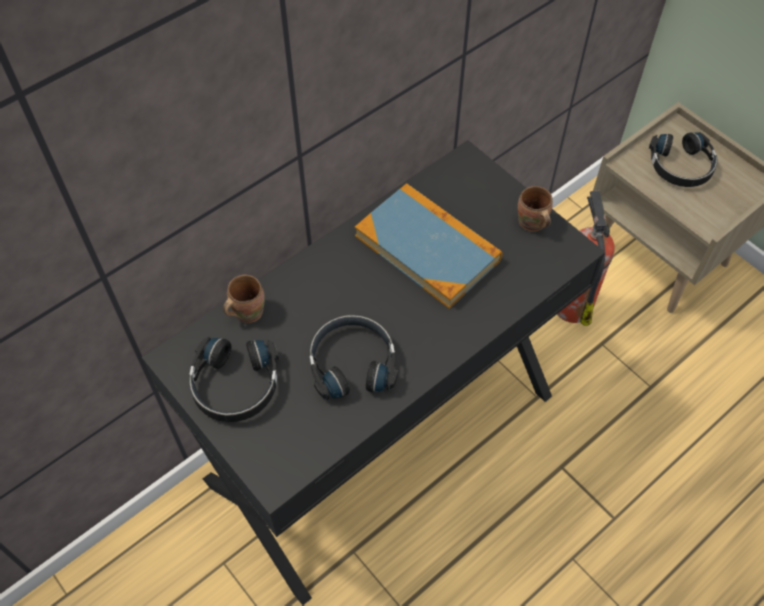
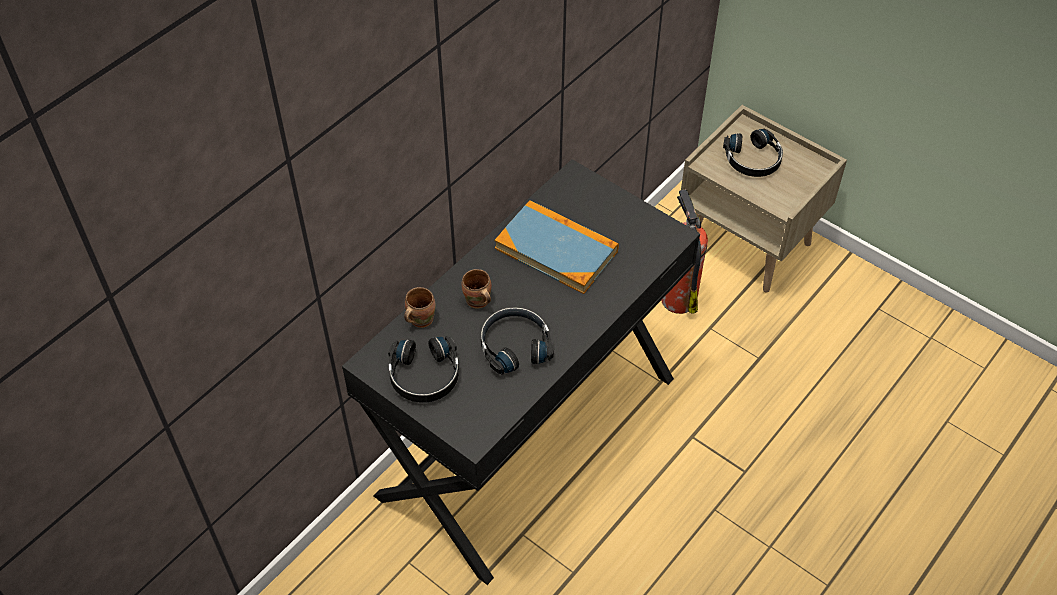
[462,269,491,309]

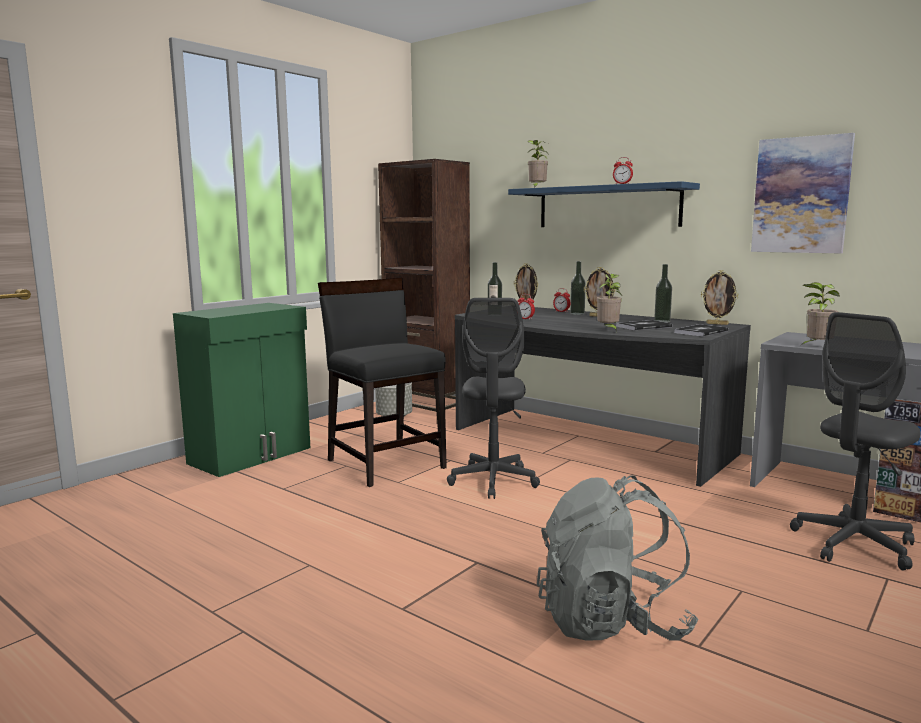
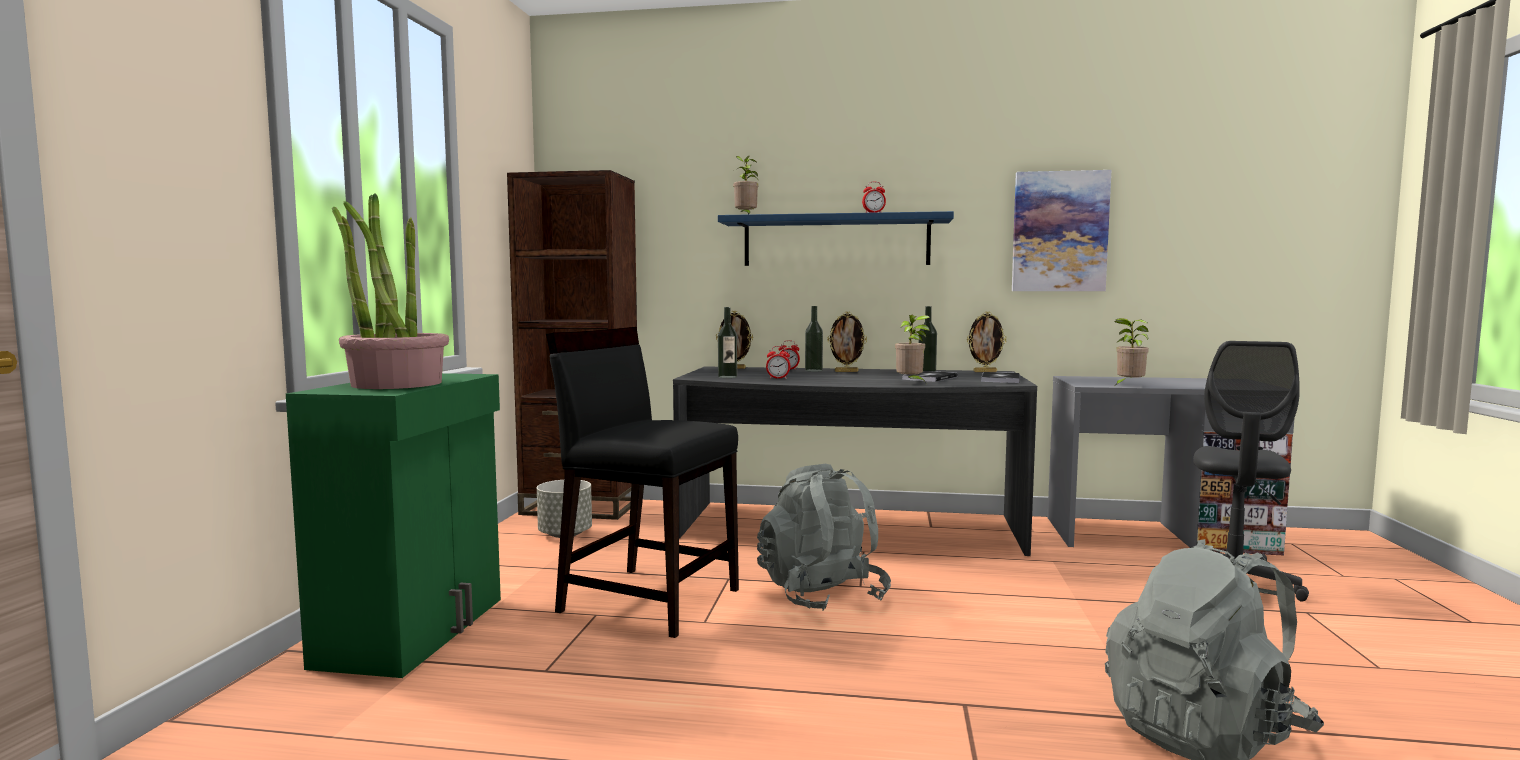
[332,194,449,389]
[757,464,891,611]

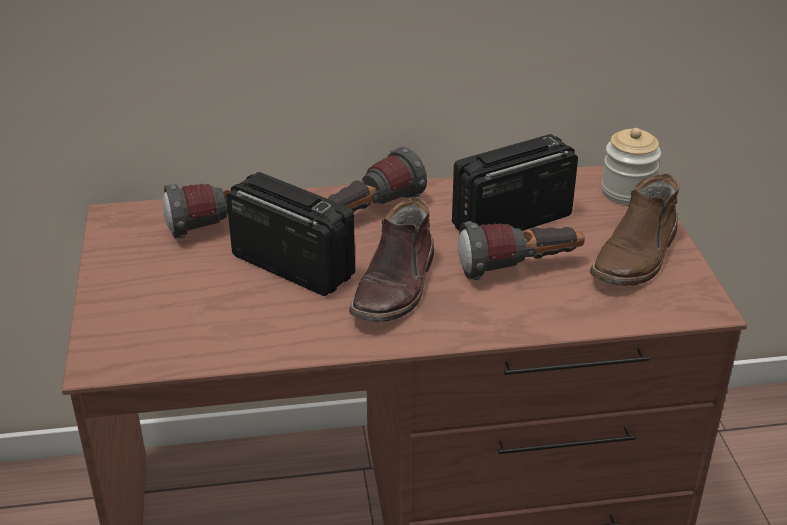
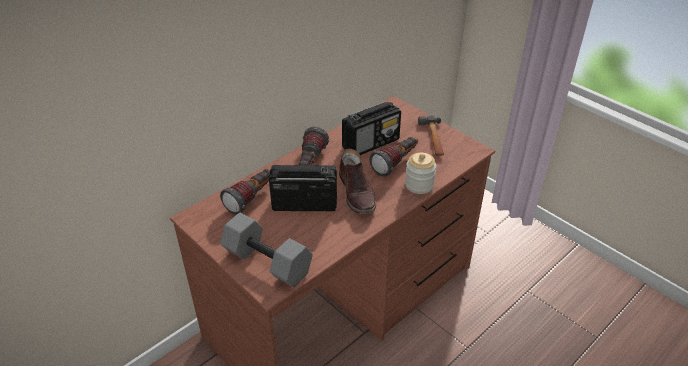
[221,213,313,287]
[405,153,436,194]
[418,116,444,156]
[342,102,401,155]

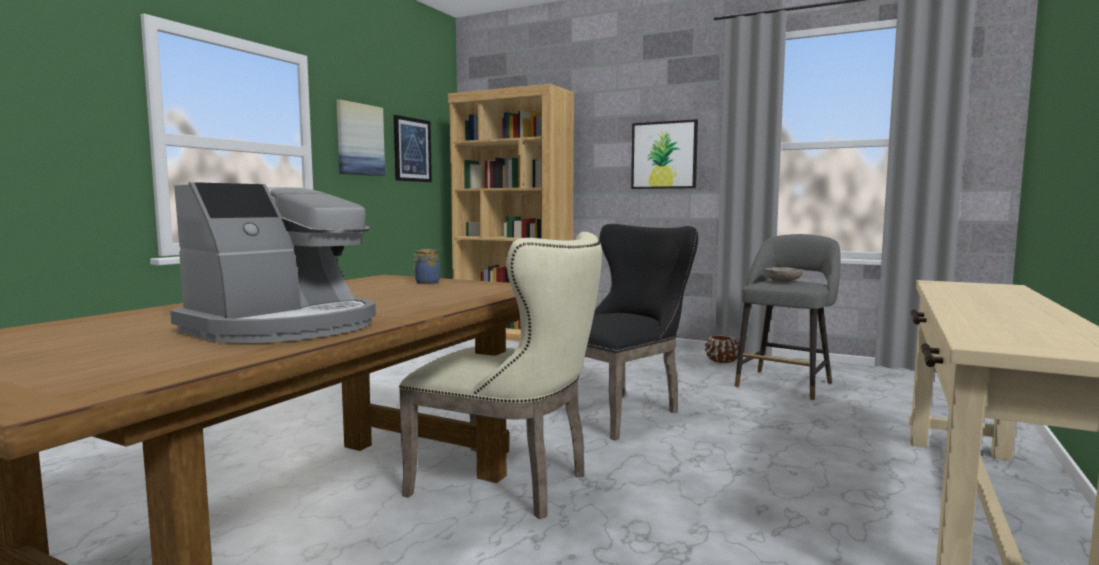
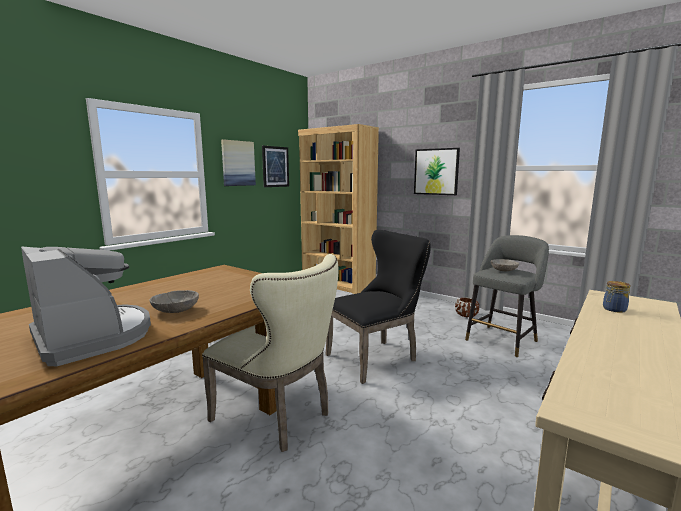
[150,290,199,313]
[603,281,631,313]
[21,247,151,366]

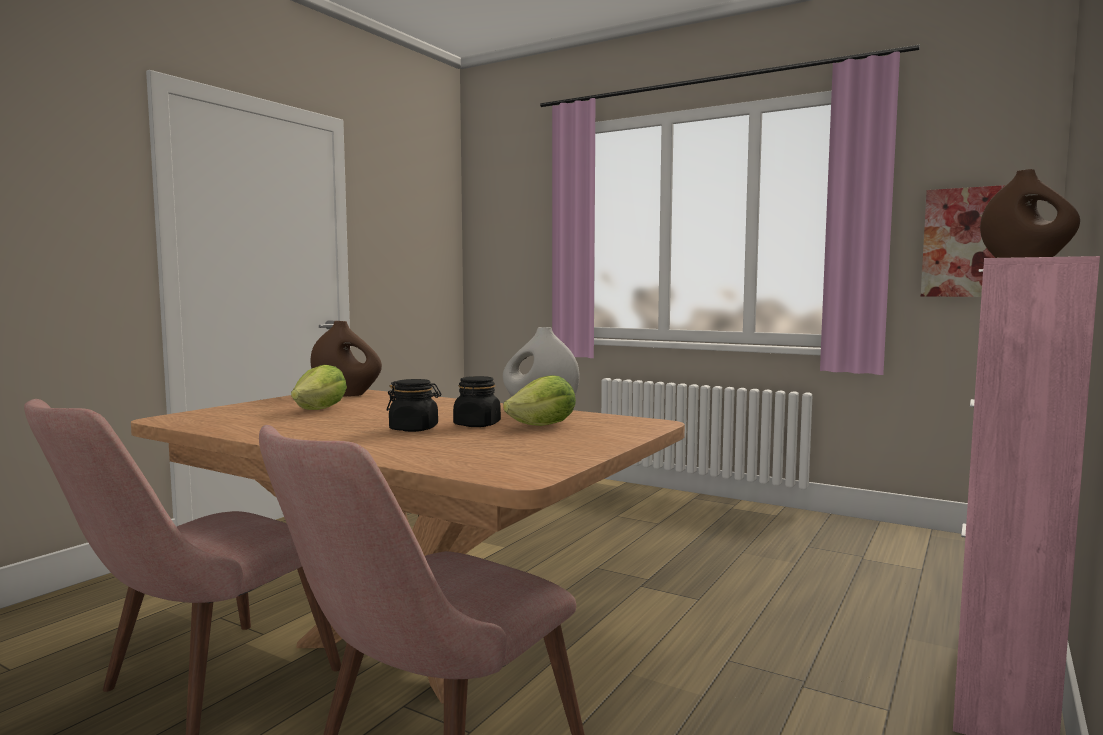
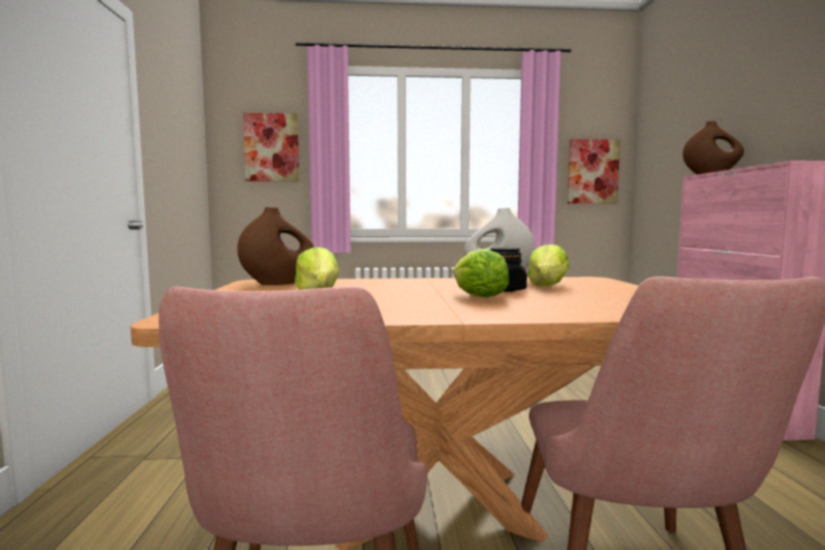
[243,113,300,181]
[453,249,509,298]

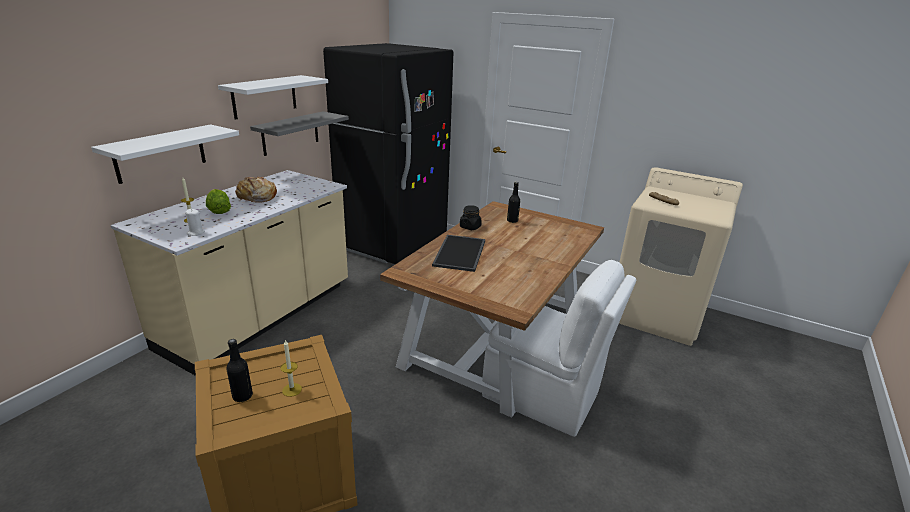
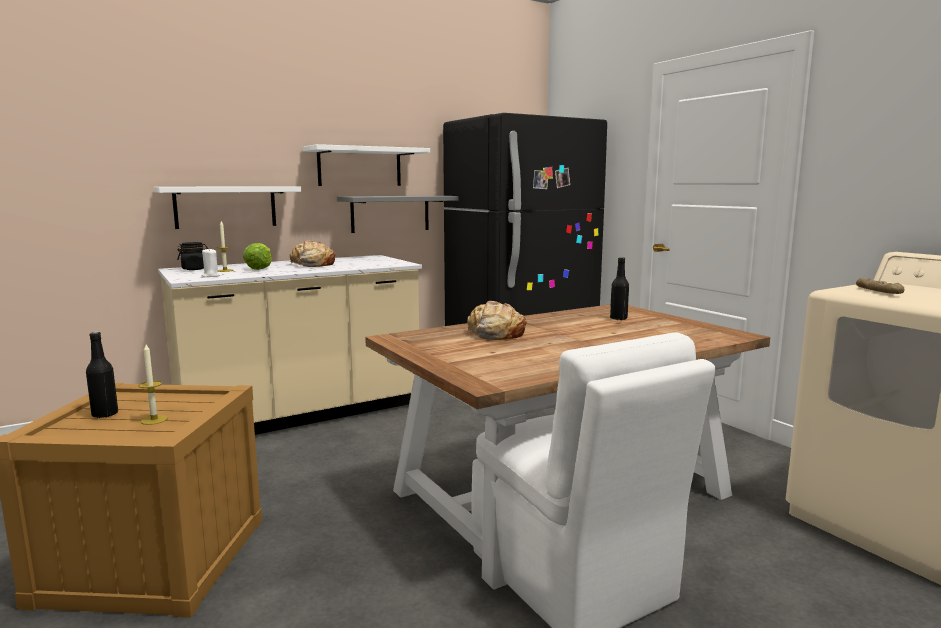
[177,242,208,270]
[467,301,527,340]

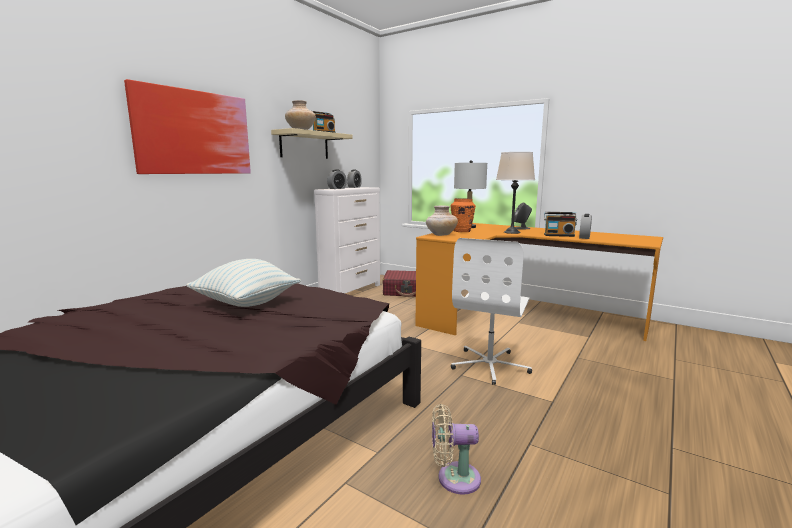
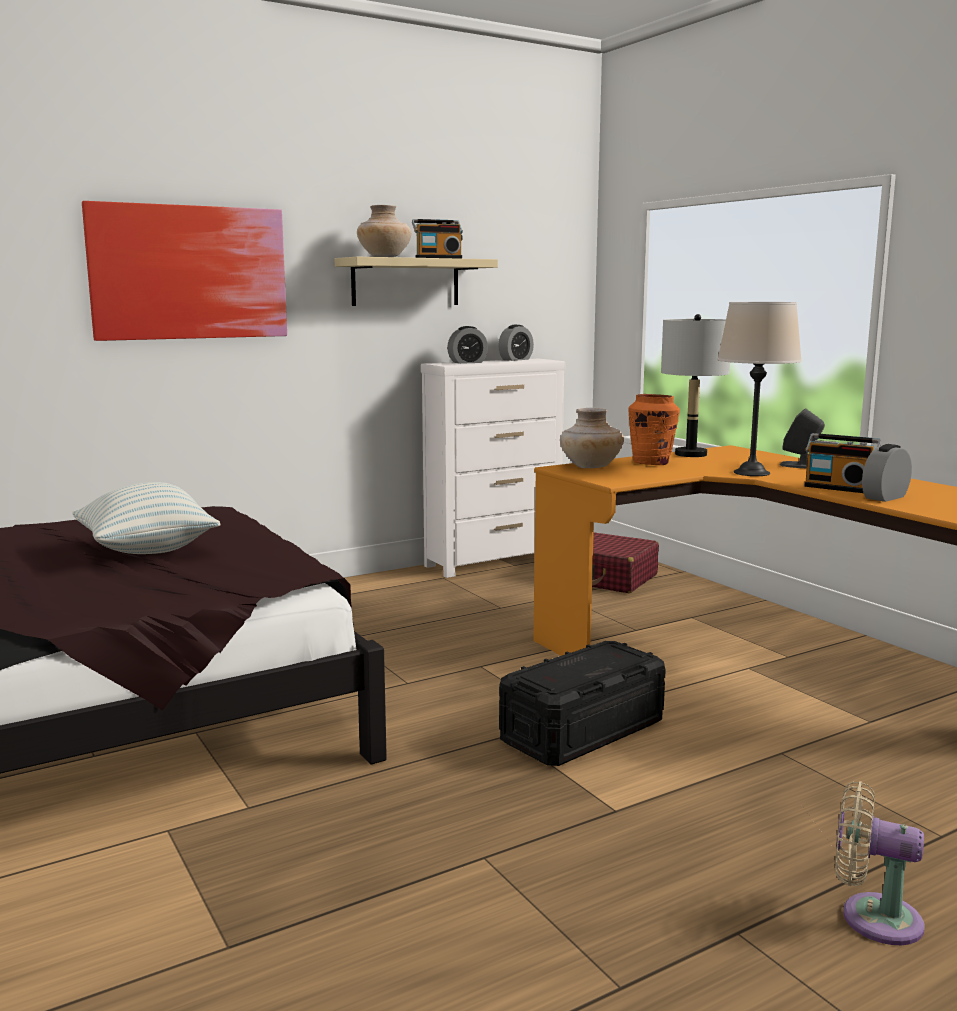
[835,781,925,945]
[499,641,666,766]

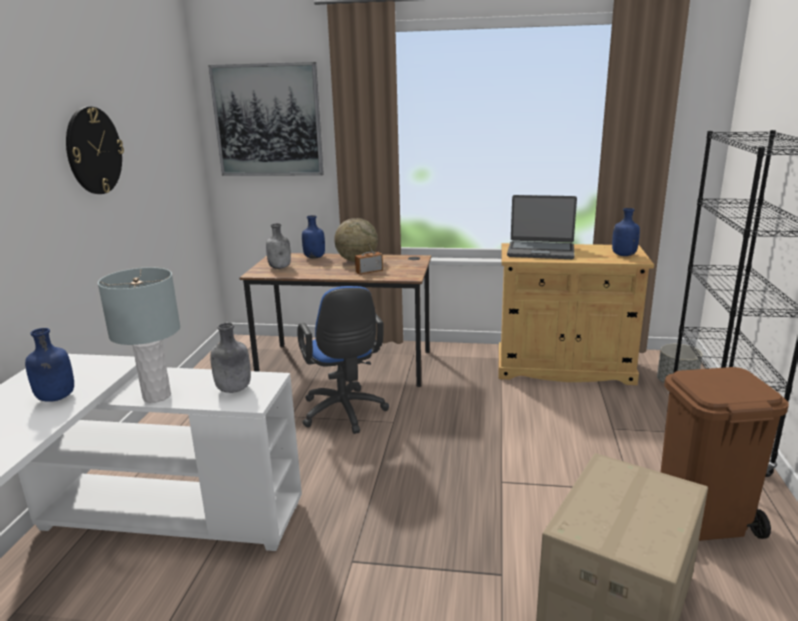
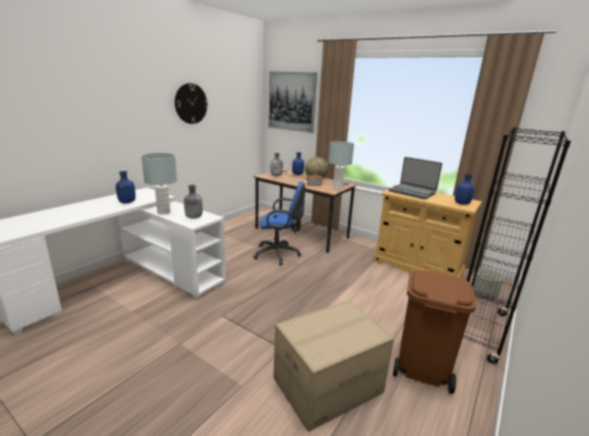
[329,141,354,189]
[253,181,306,265]

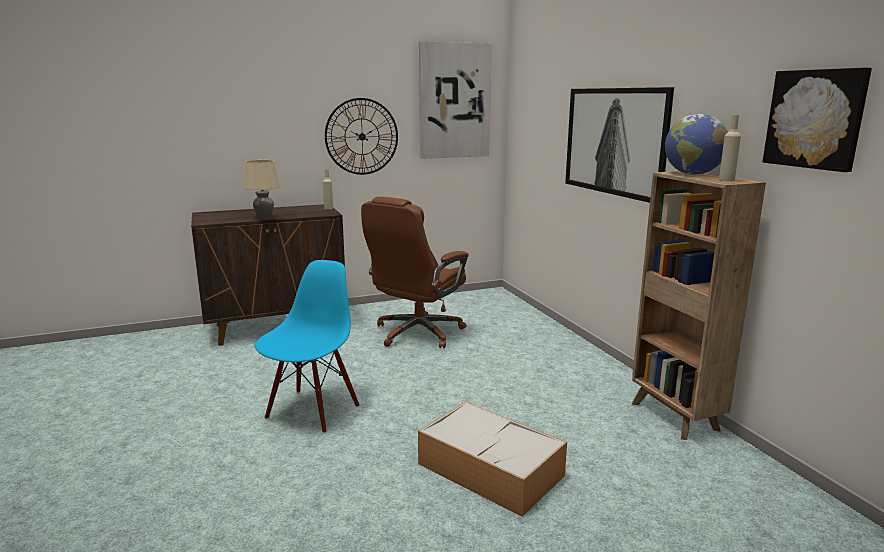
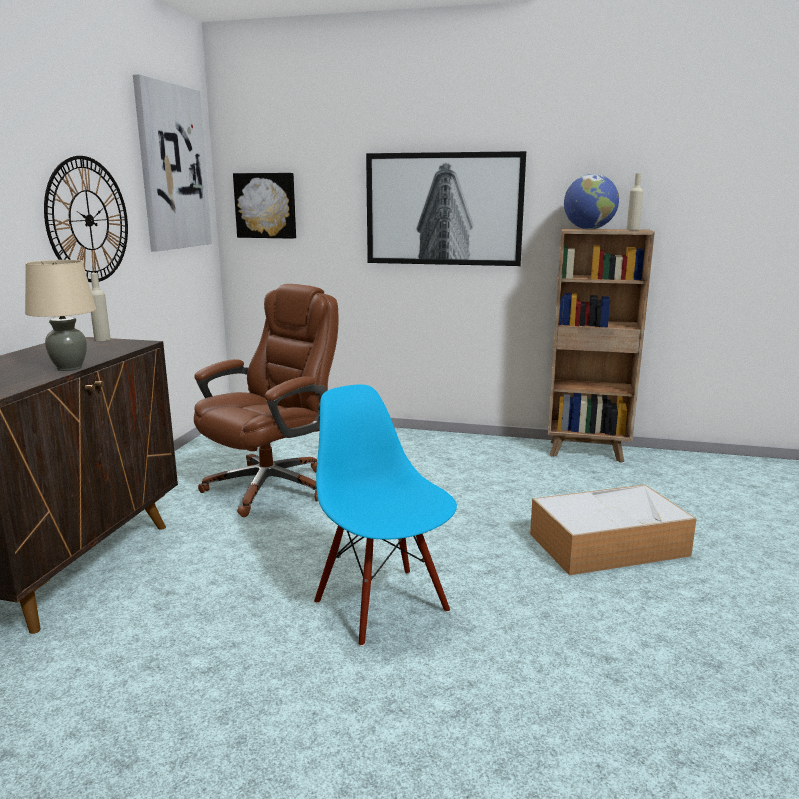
[233,173,296,239]
[194,284,338,517]

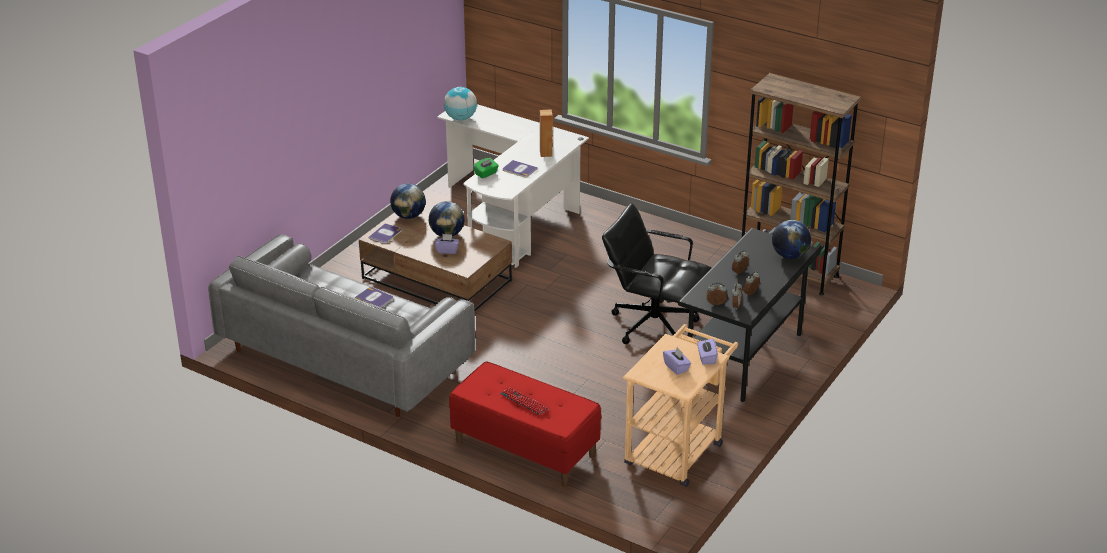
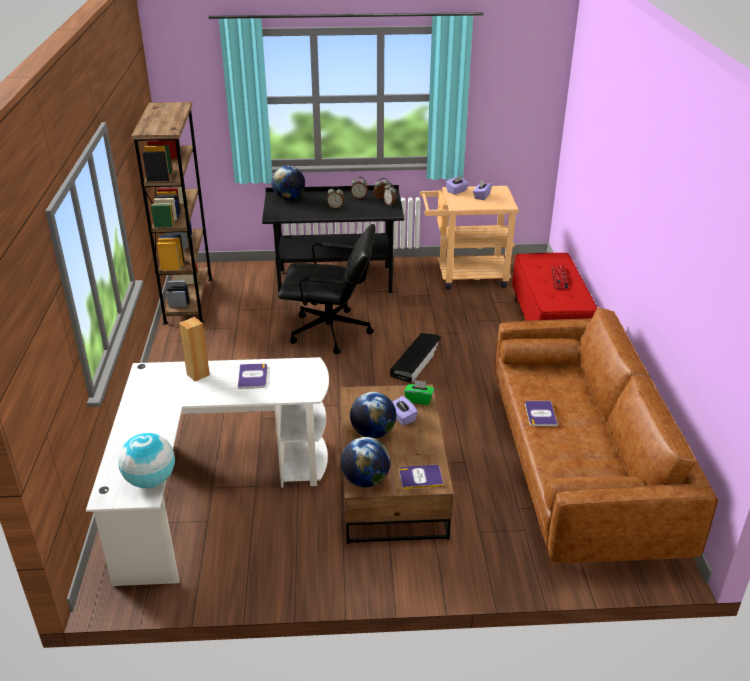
[390,333,442,383]
[404,380,434,405]
[494,307,718,564]
[278,224,376,354]

